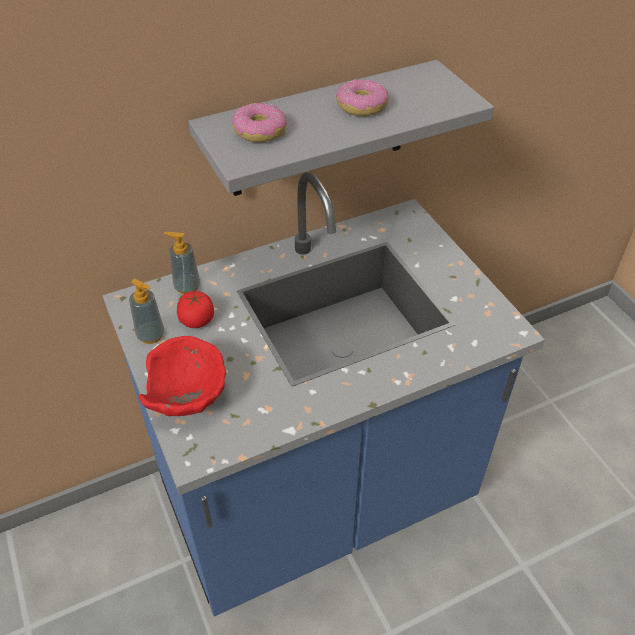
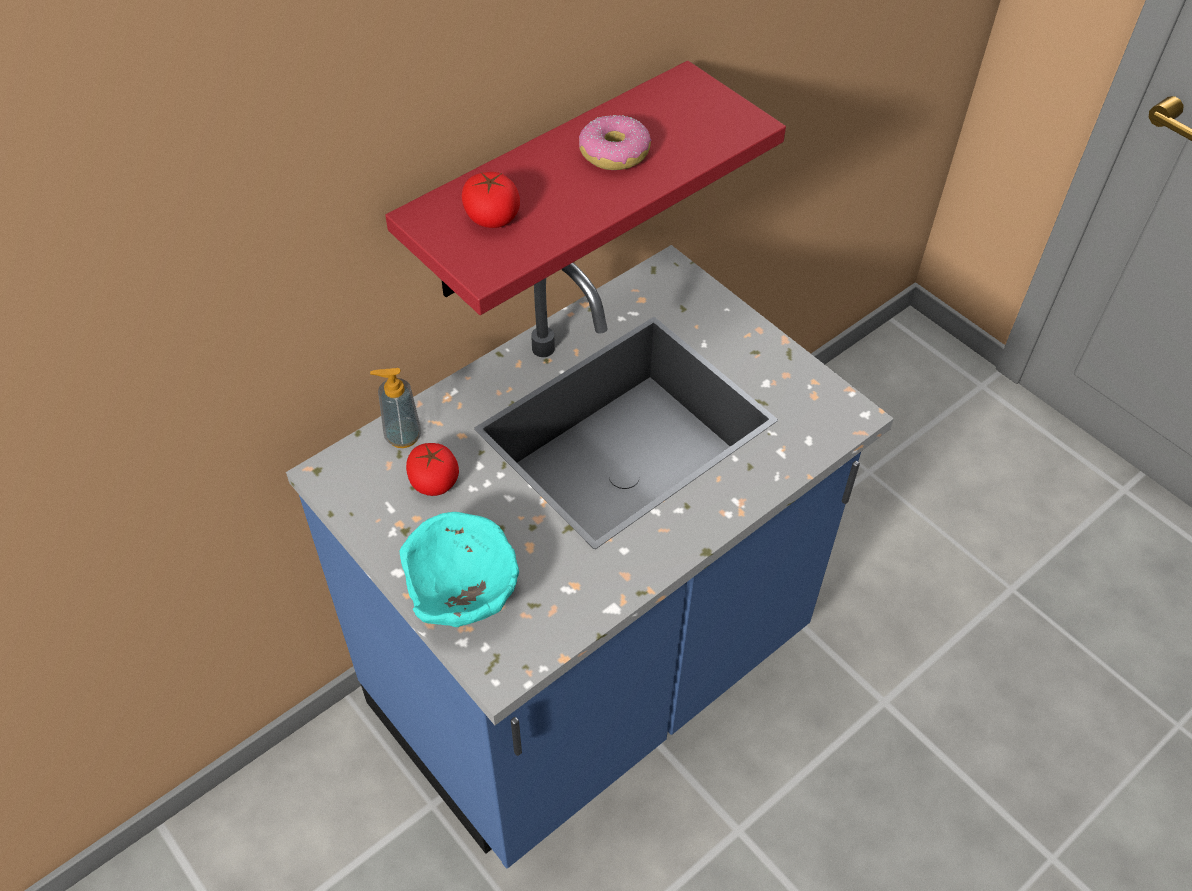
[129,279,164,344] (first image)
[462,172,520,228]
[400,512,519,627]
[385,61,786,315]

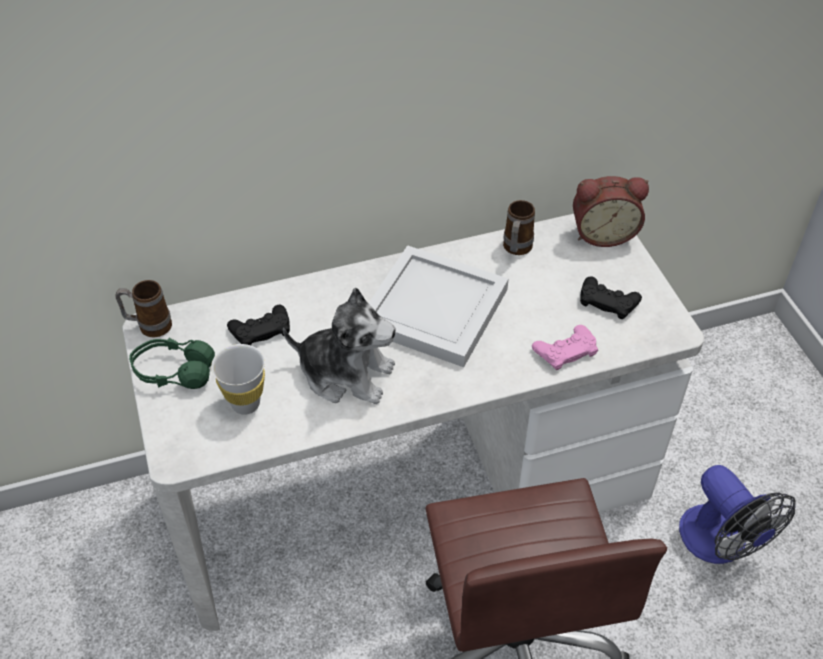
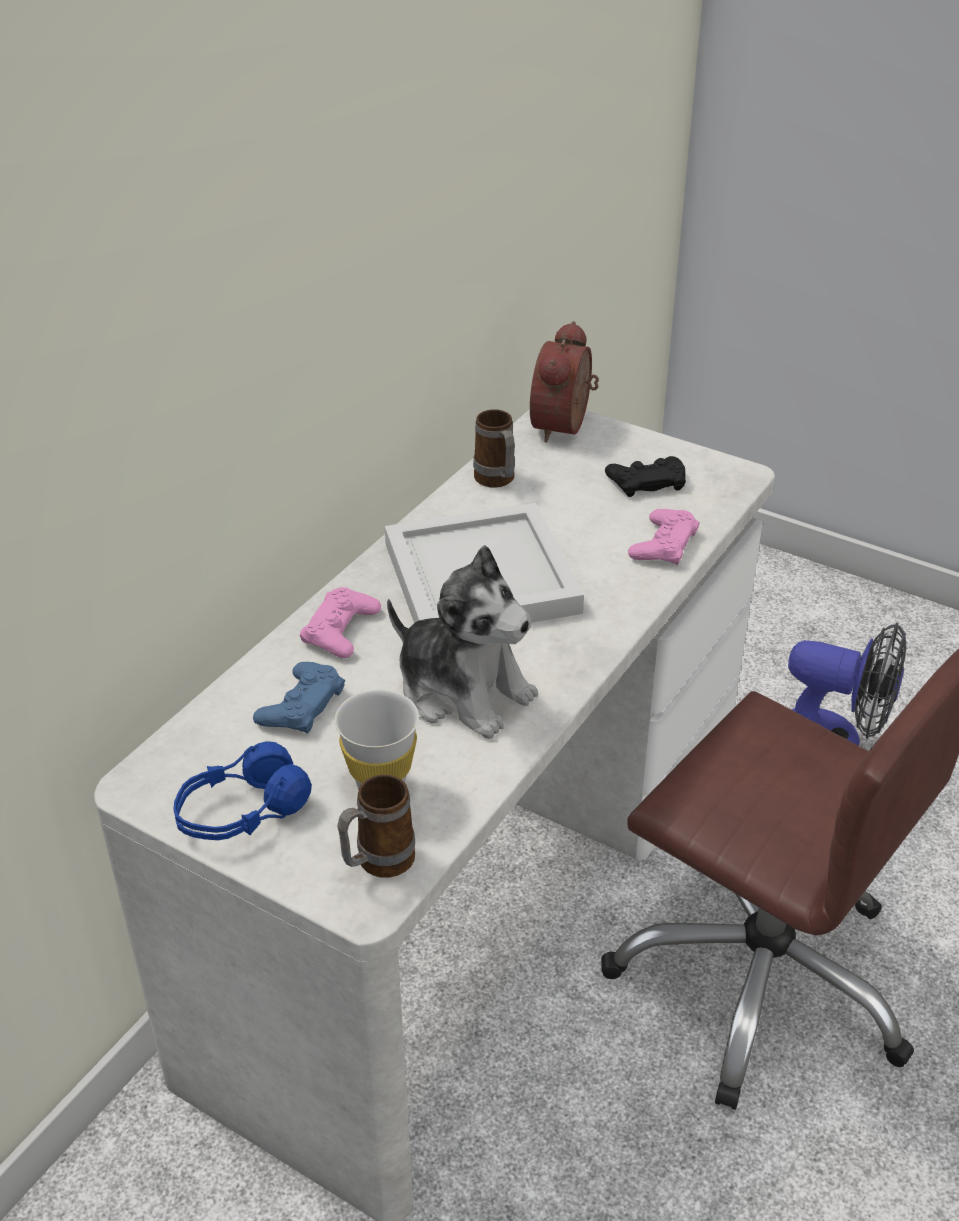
[300,587,381,658]
[337,774,415,878]
[173,741,312,840]
[253,662,345,733]
[387,545,538,739]
[530,321,599,443]

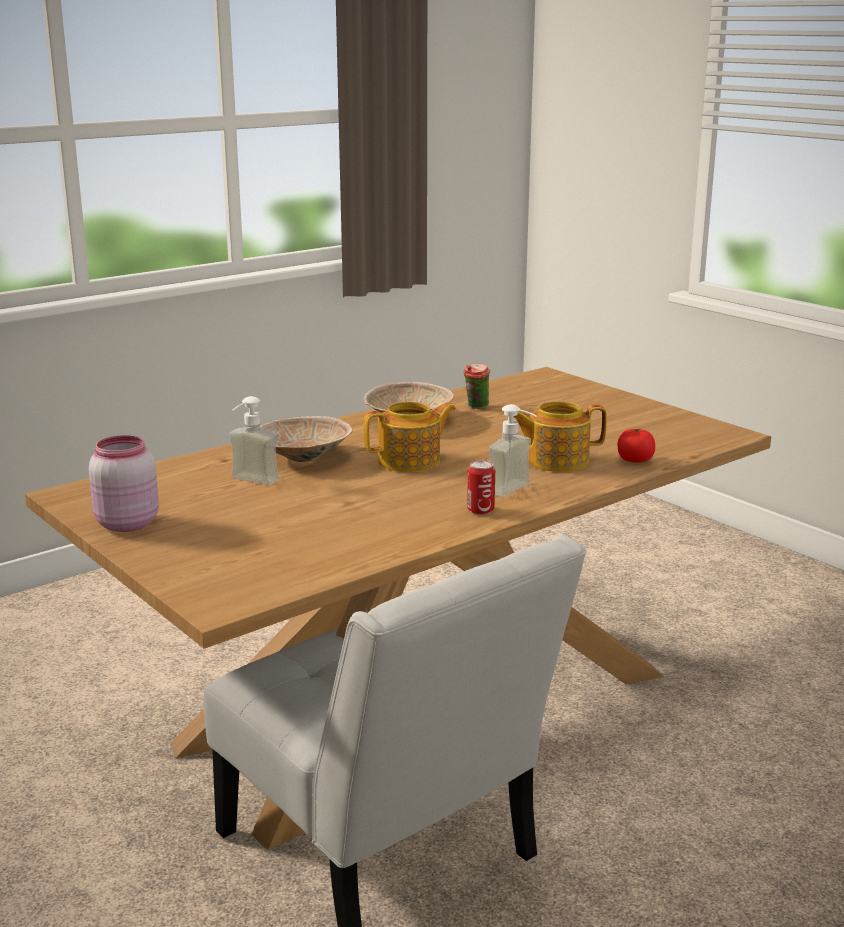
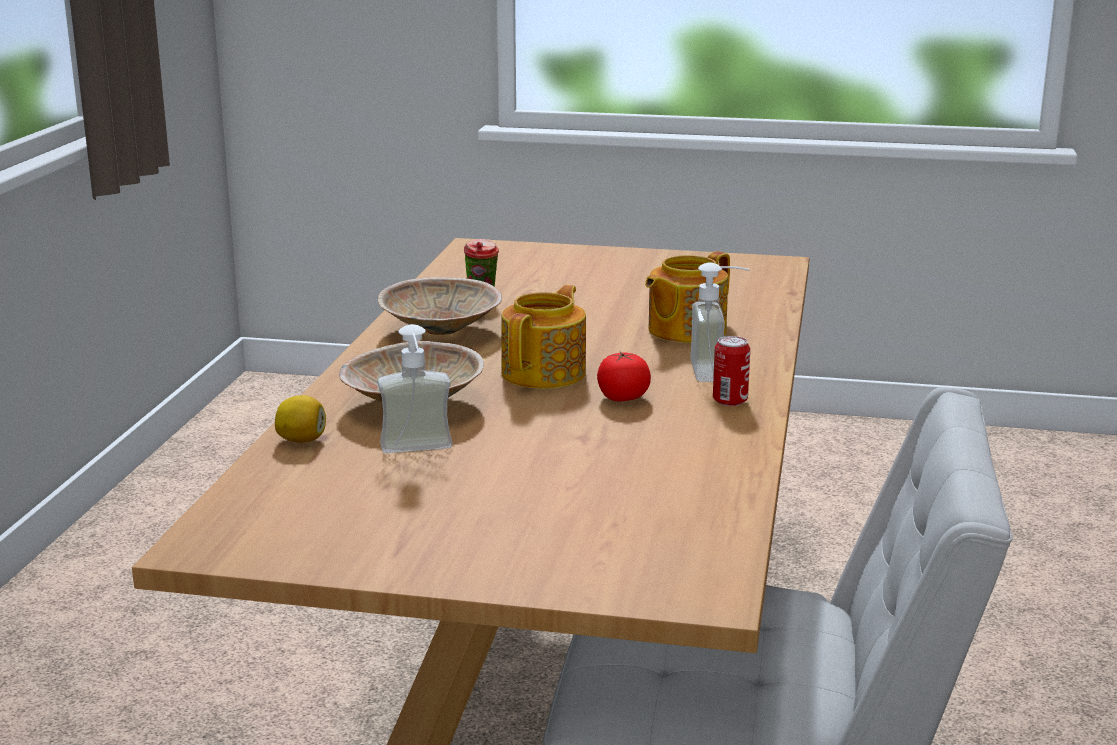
[89,435,159,532] (first image)
[275,395,326,443]
[597,352,651,401]

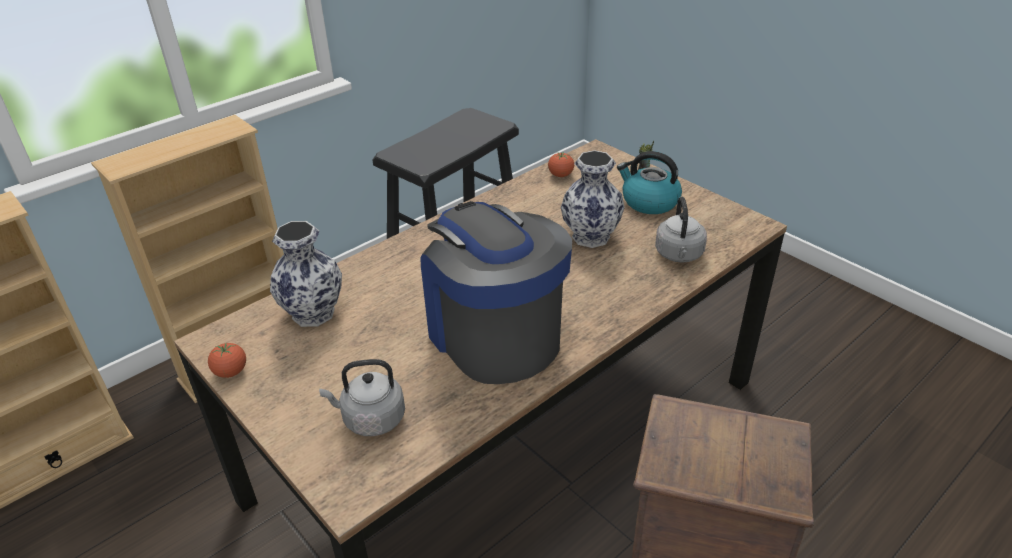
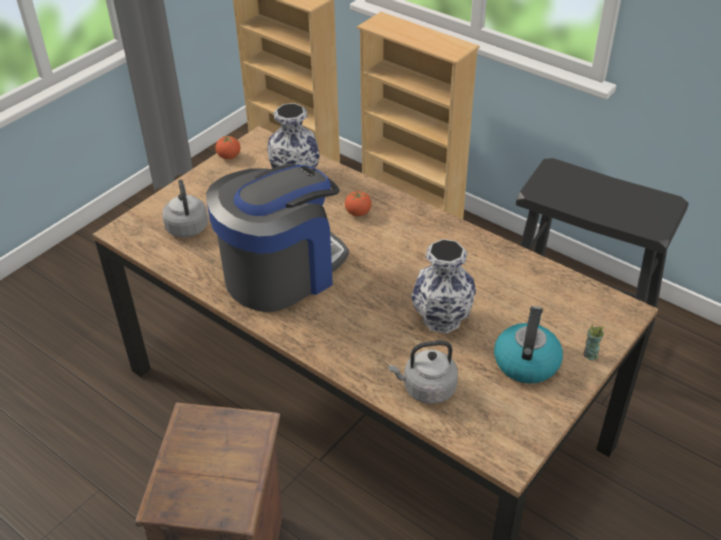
[345,191,372,216]

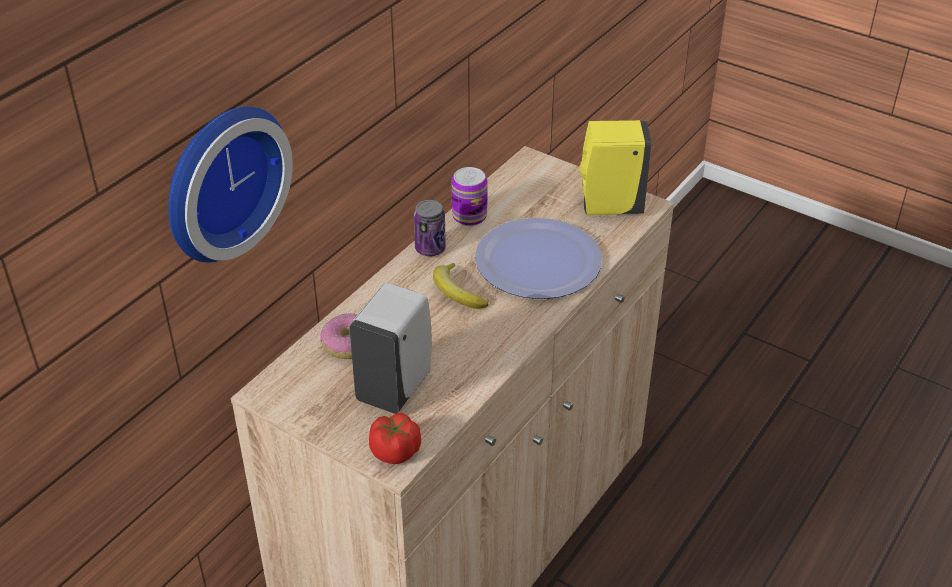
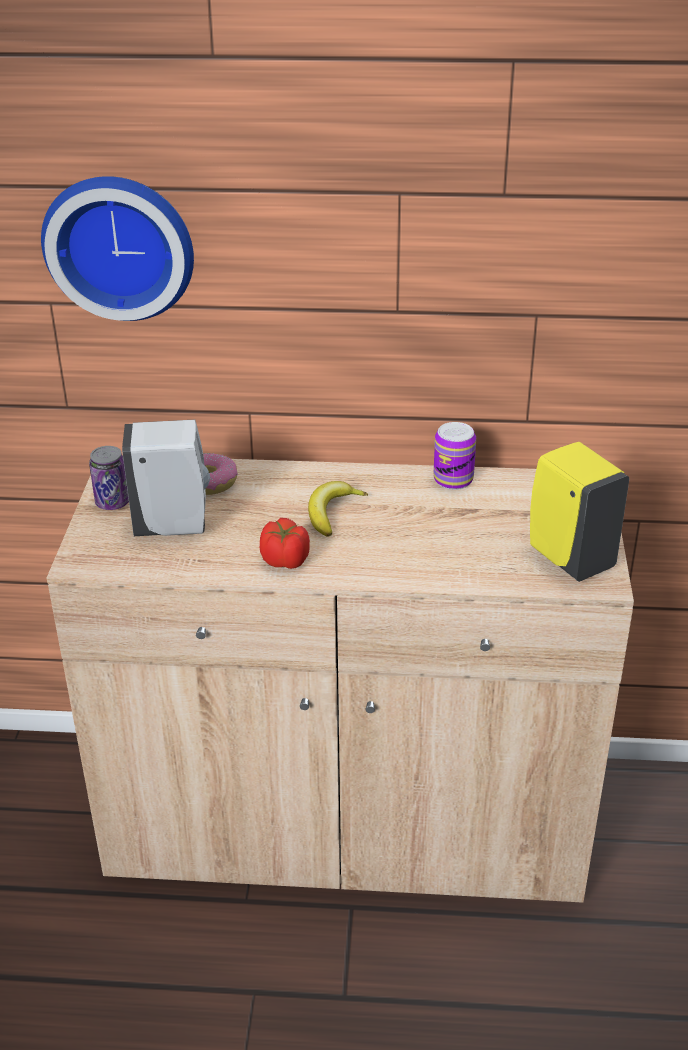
[475,218,602,299] (first image)
[260,518,310,569]
[89,446,129,510]

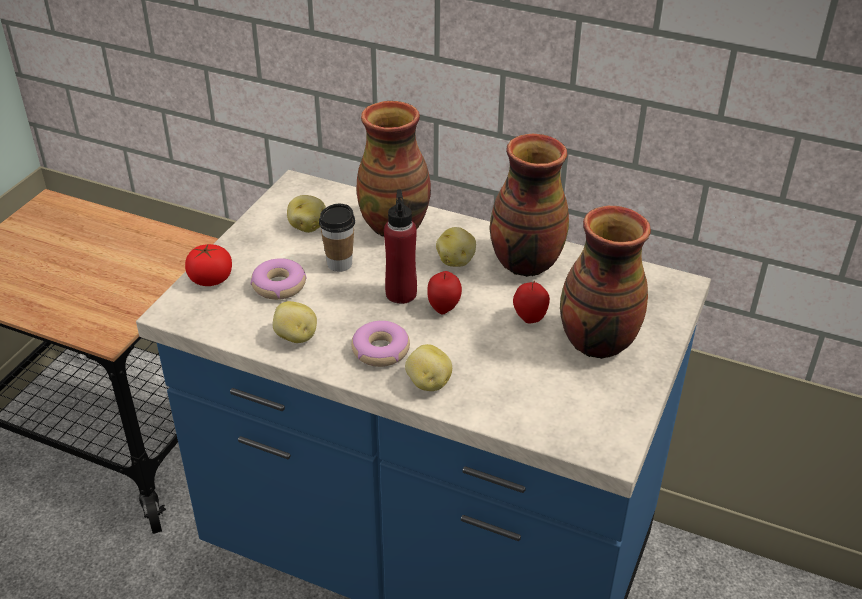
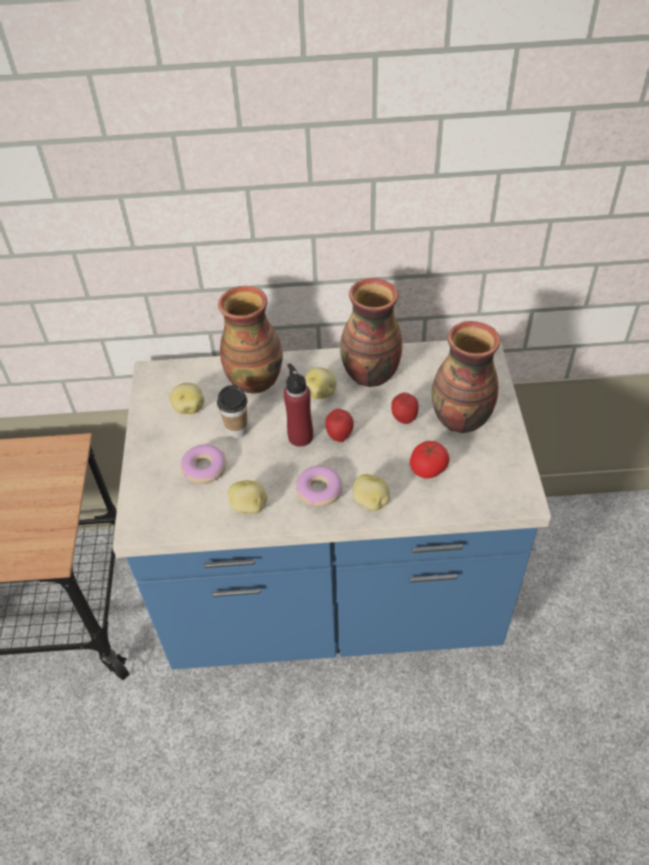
[410,441,449,478]

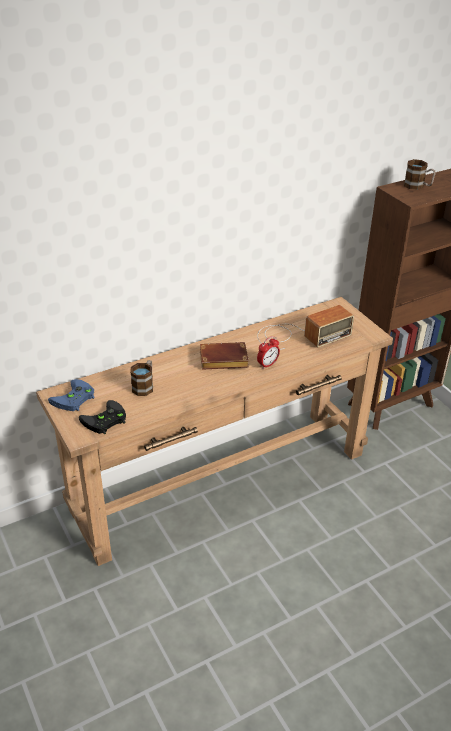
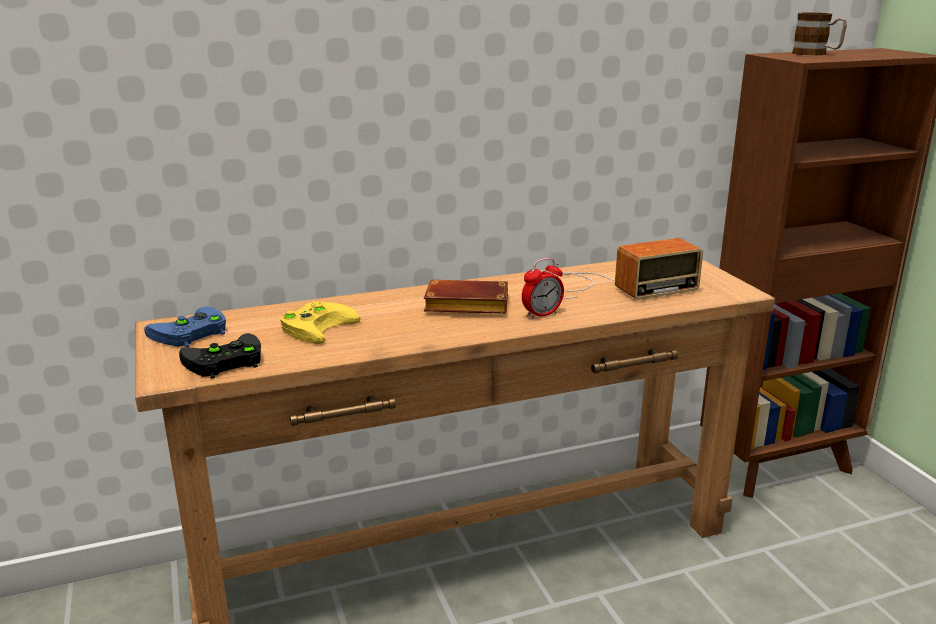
[280,301,361,344]

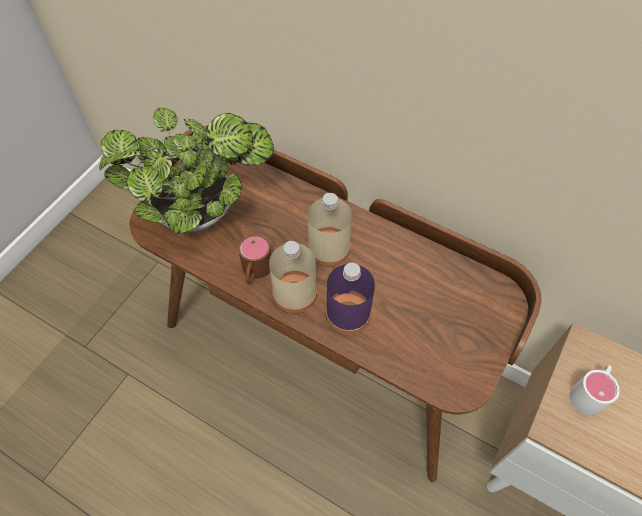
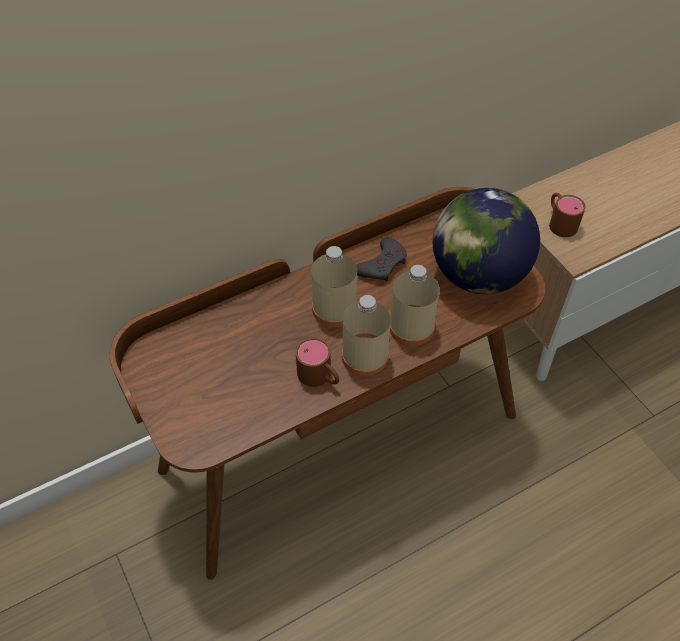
[99,108,274,234] (first image)
[356,237,407,282]
[433,188,540,294]
[390,265,440,346]
[549,193,586,237]

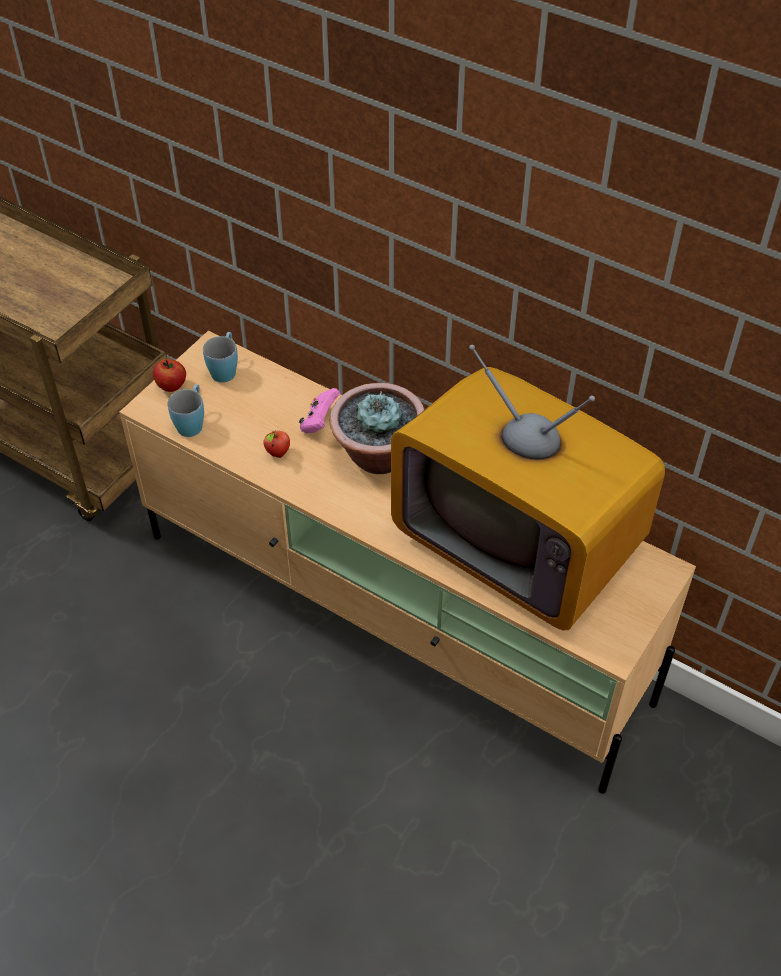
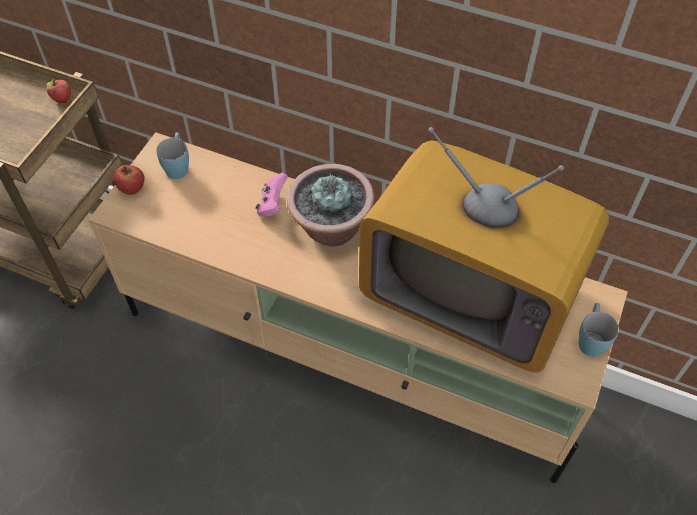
[578,303,619,357]
[46,79,71,103]

